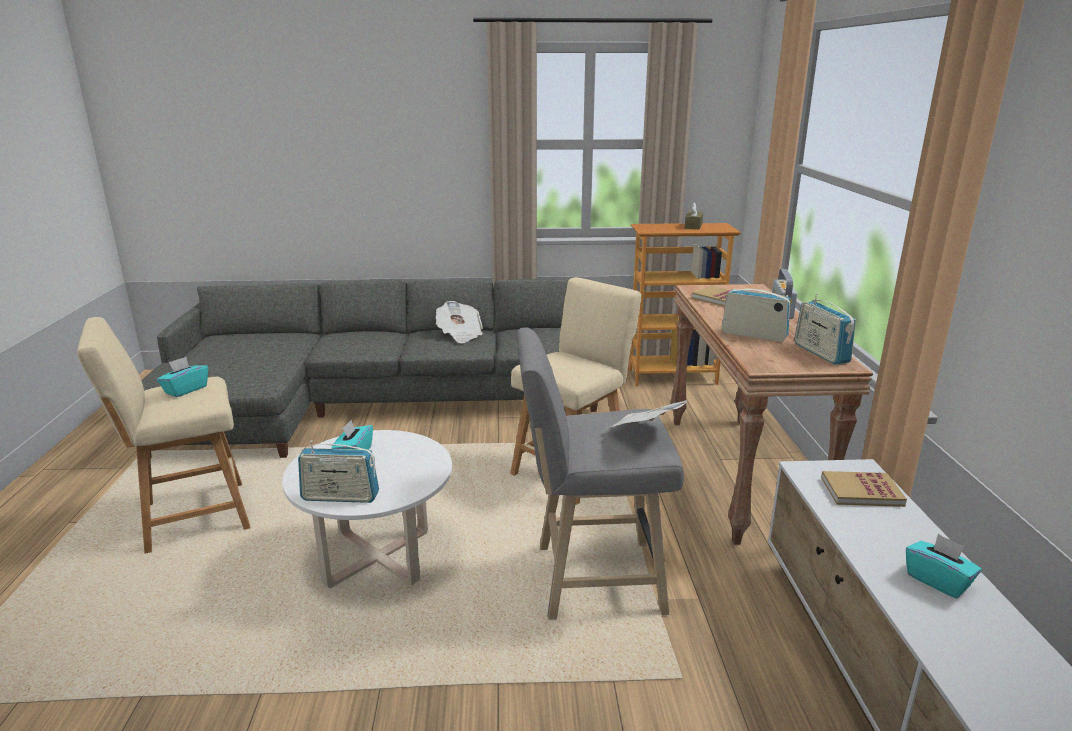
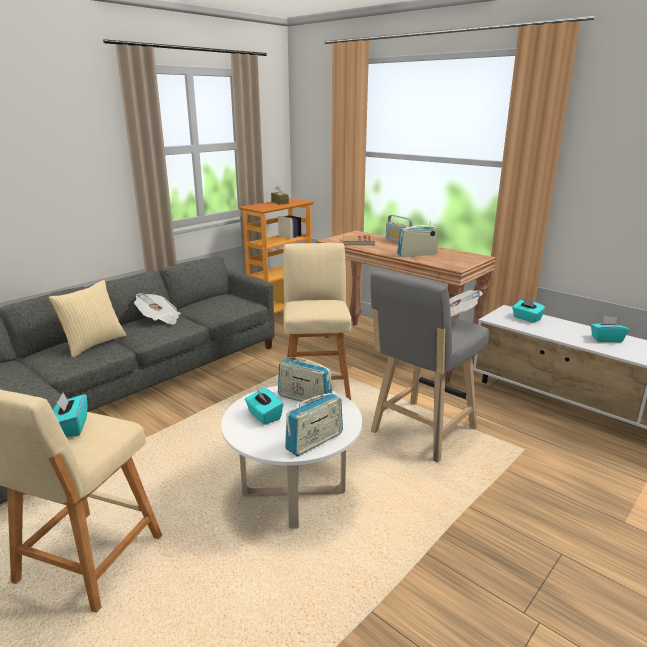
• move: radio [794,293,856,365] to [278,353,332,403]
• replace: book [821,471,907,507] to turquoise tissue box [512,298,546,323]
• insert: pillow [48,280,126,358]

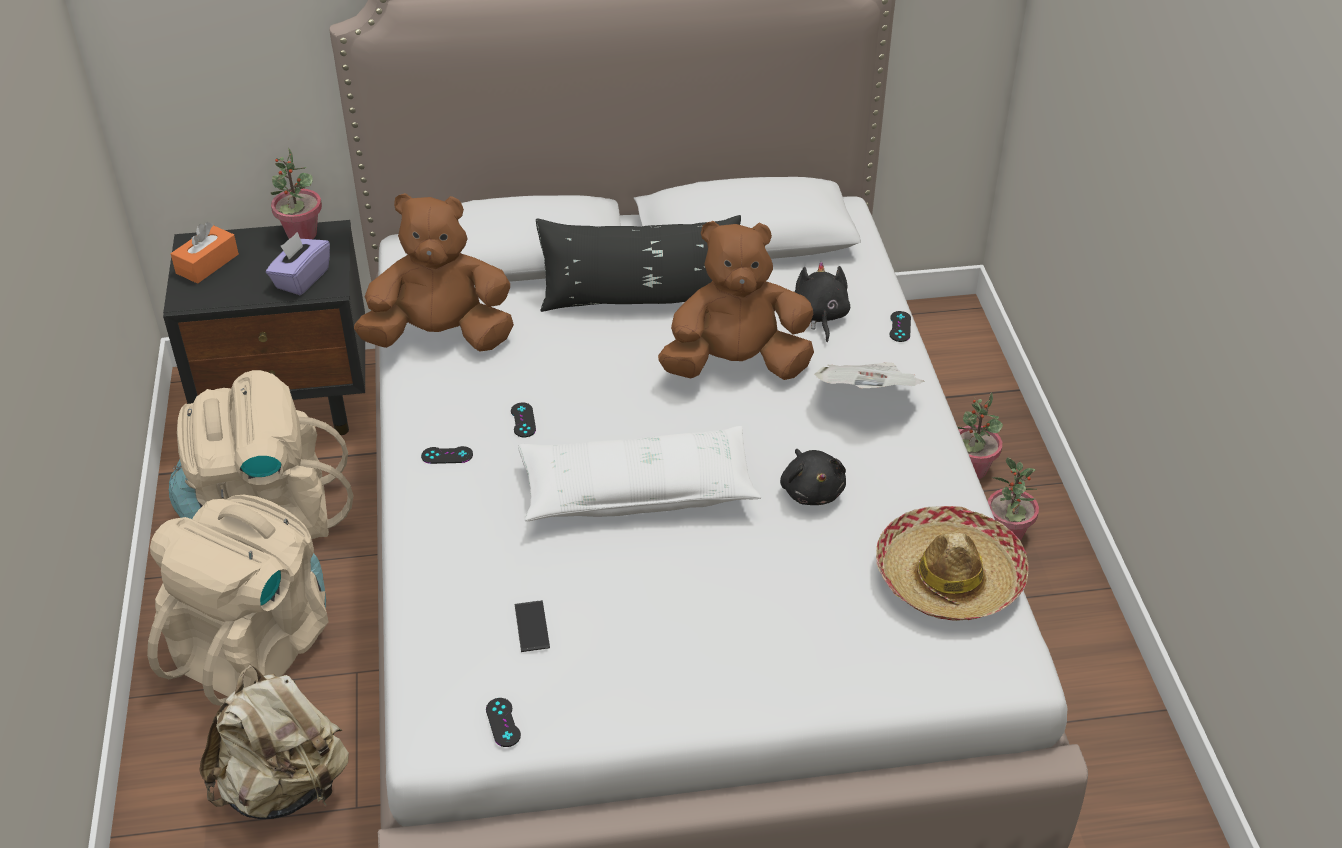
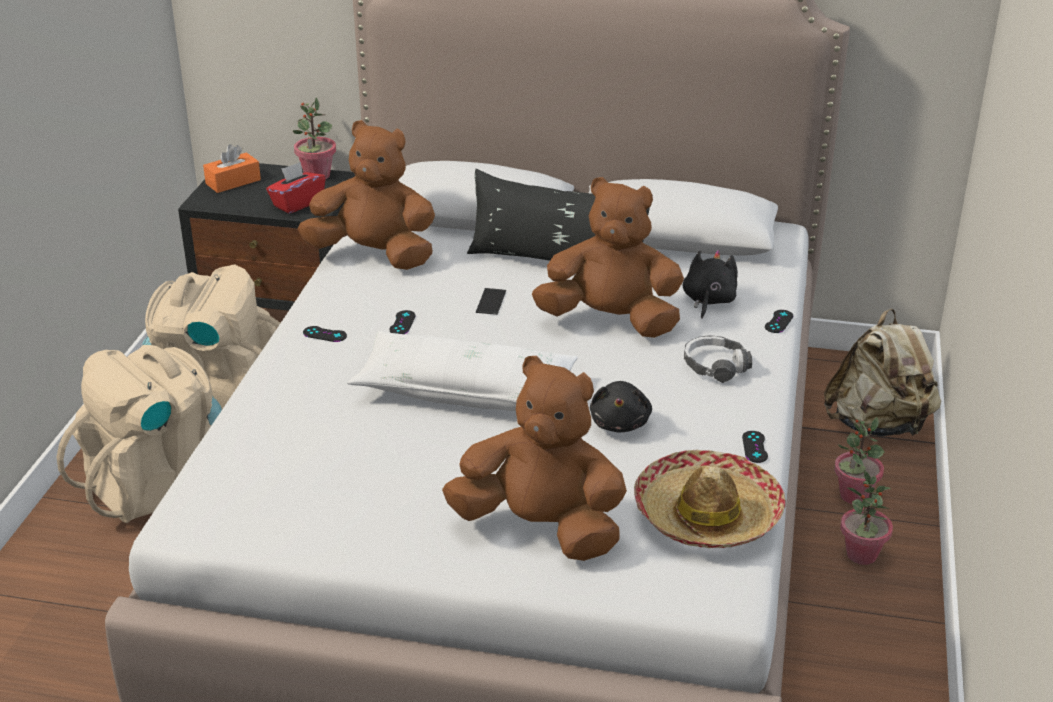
• move: beige backpack [199,665,349,819] to [824,309,941,437]
• recolor: purple tissue box [266,232,330,295] to red tissue box [266,162,326,214]
• move: black game controller [486,698,521,747] to [742,431,768,463]
• move: phone [515,600,550,652] to [476,288,506,315]
• replace: newspaper [815,362,925,388] to headphones [684,335,752,383]
• insert: brown plush toy [442,356,627,561]

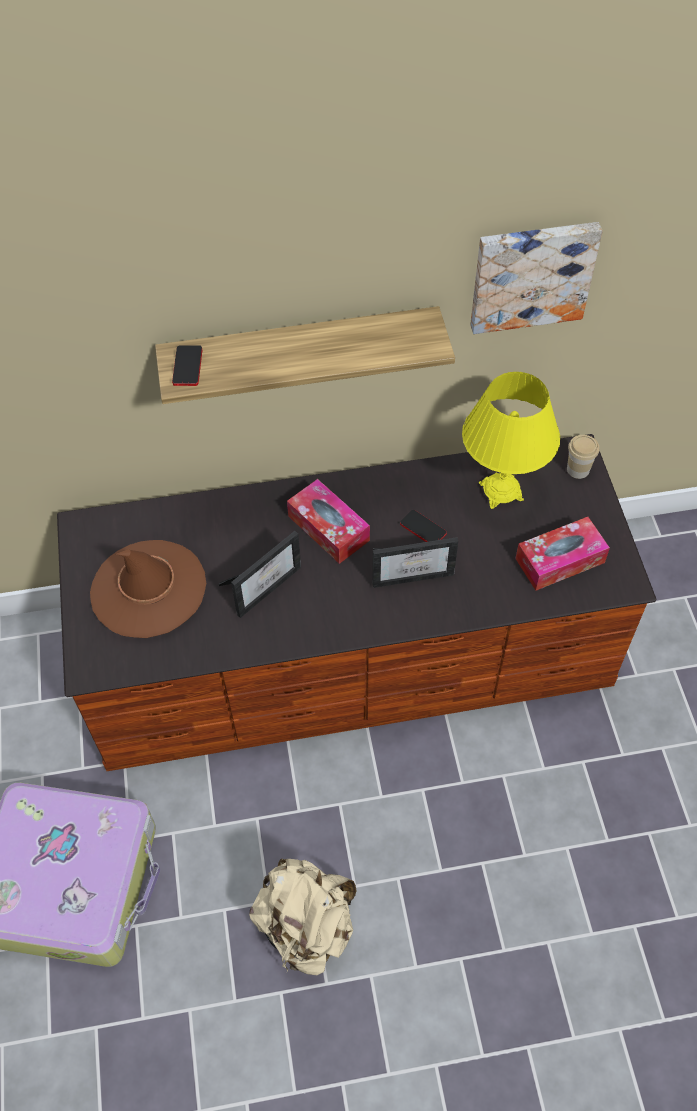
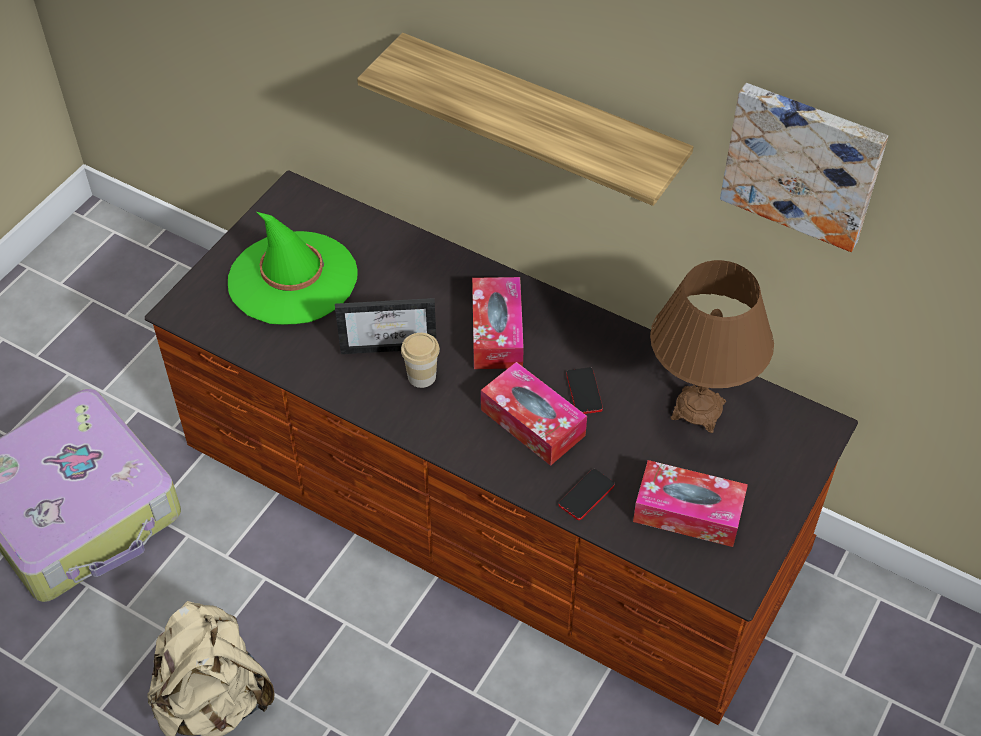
• recolor: brown hat [90,540,206,638] to green hat [228,212,358,325]
• move: phone [172,345,202,386] to [559,469,615,520]
• replace: picture frame [372,537,458,588] to tissue box [481,362,587,466]
• recolor: yellow table lamp [462,372,560,509] to brown table lamp [650,260,774,433]
• move: cup [567,435,599,479] to [401,333,440,388]

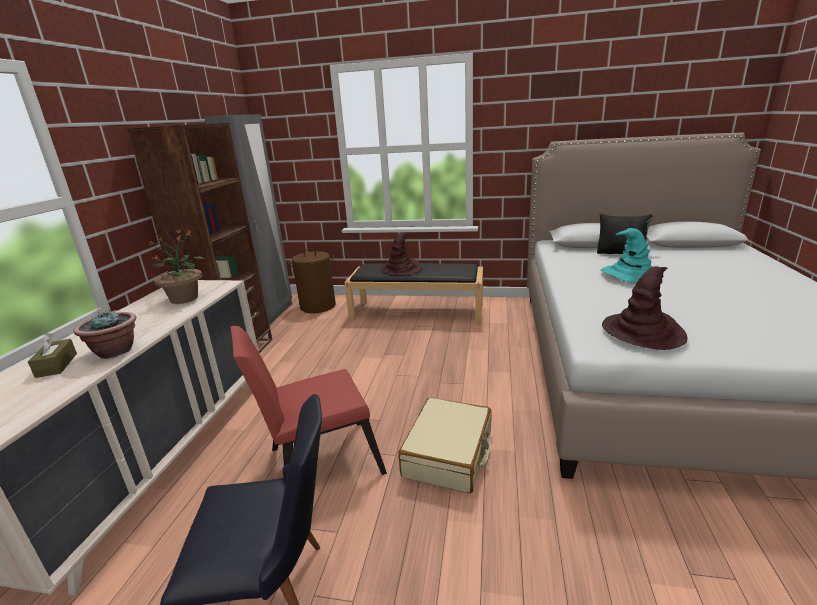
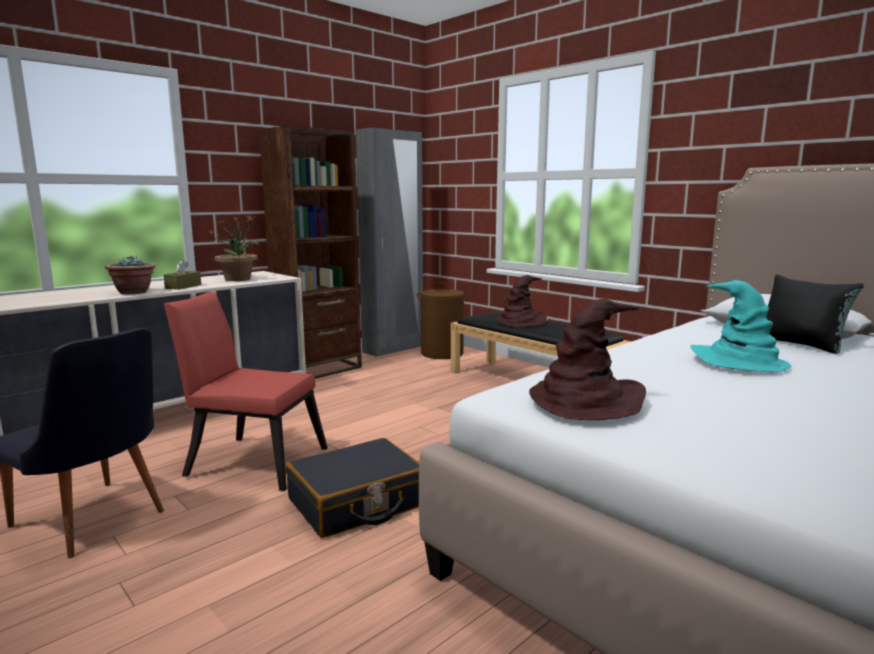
• move: brown tissue box [28,333,77,378] to [164,259,201,290]
• recolor: beige suitcase [398,397,492,494] to black suitcase [286,438,419,538]

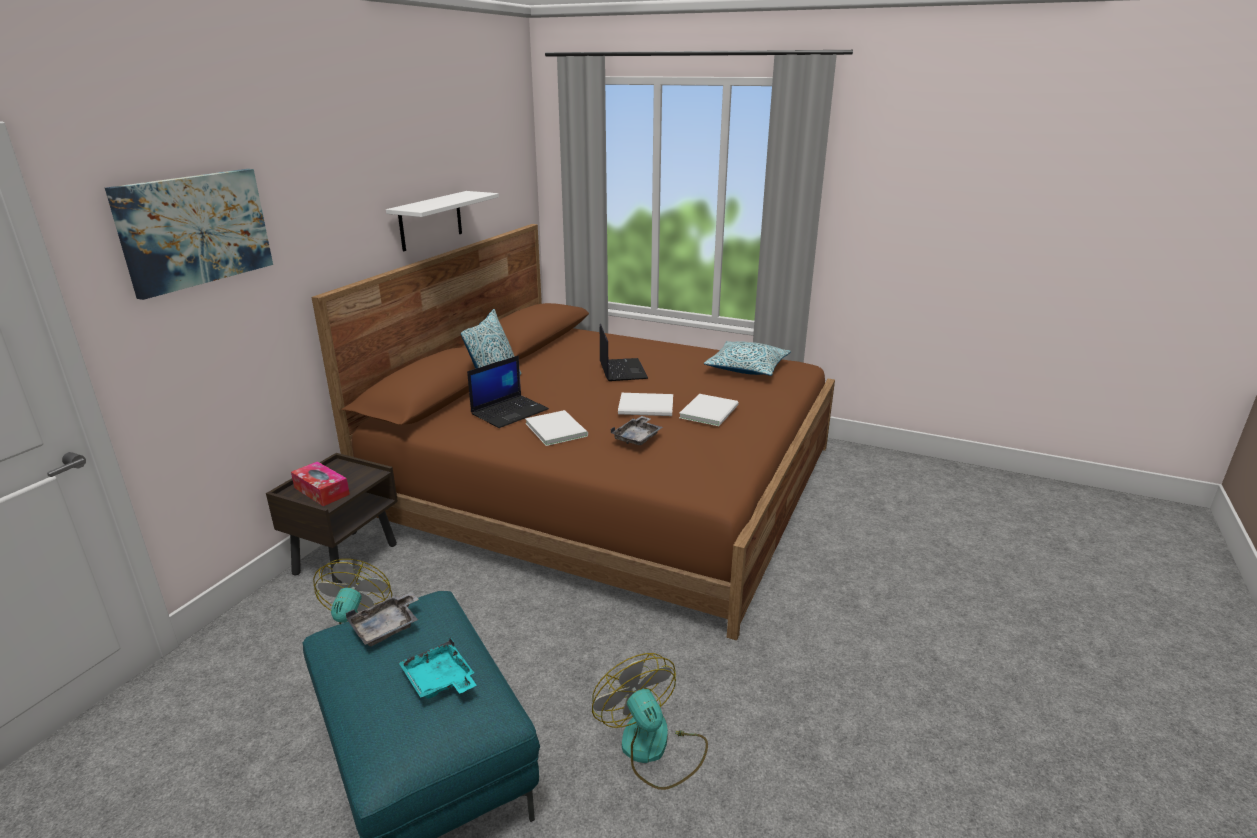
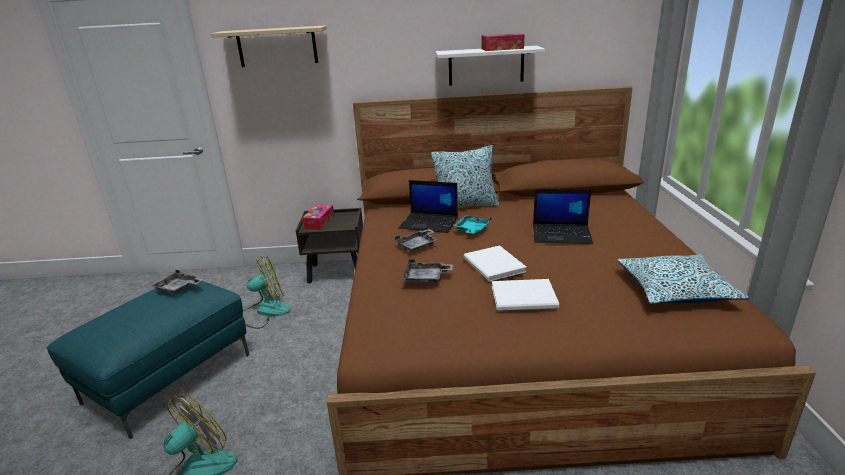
• replace: picture [105,169,273,300] to beige shelf [211,25,327,67]
• move: turquoise tray [399,637,476,699] to [453,215,491,234]
• replace: white book [525,410,588,446] to grey tray [395,229,438,252]
• rotate: laptop [600,324,648,381] = [533,189,593,244] 45 degrees clockwise
• insert: tissue box [482,33,525,51]

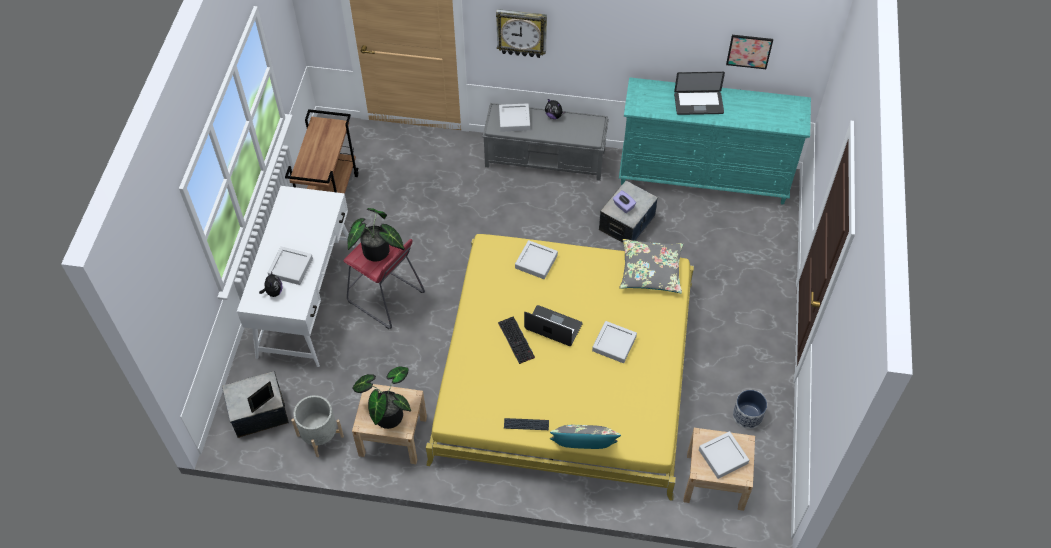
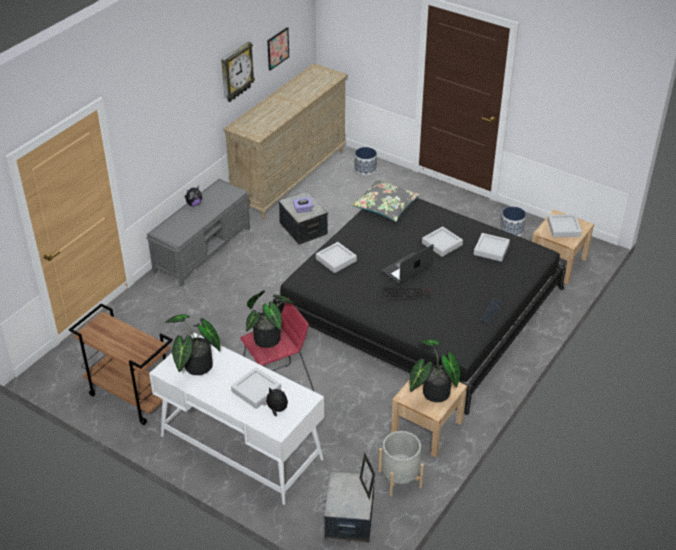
• recolor: yellow bed [426,234,694,501] to black bed [273,198,566,416]
• move: wall clock [496,9,547,58] to [221,42,255,102]
• move: grey tray [499,103,530,132] to [474,233,510,262]
• delete: grey pillow [550,425,621,449]
• recolor: turquoise dresser [619,77,811,205] to beige dresser [223,63,348,220]
• delete: laptop [674,72,725,115]
• insert: potted plant [165,314,220,375]
• insert: planter [355,147,377,175]

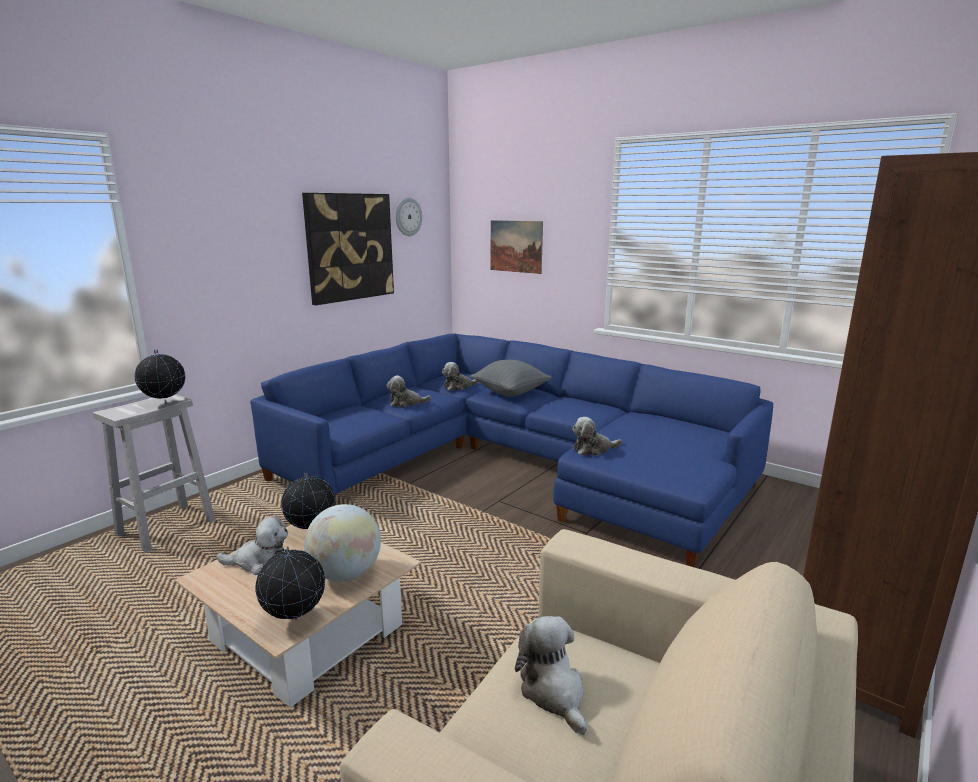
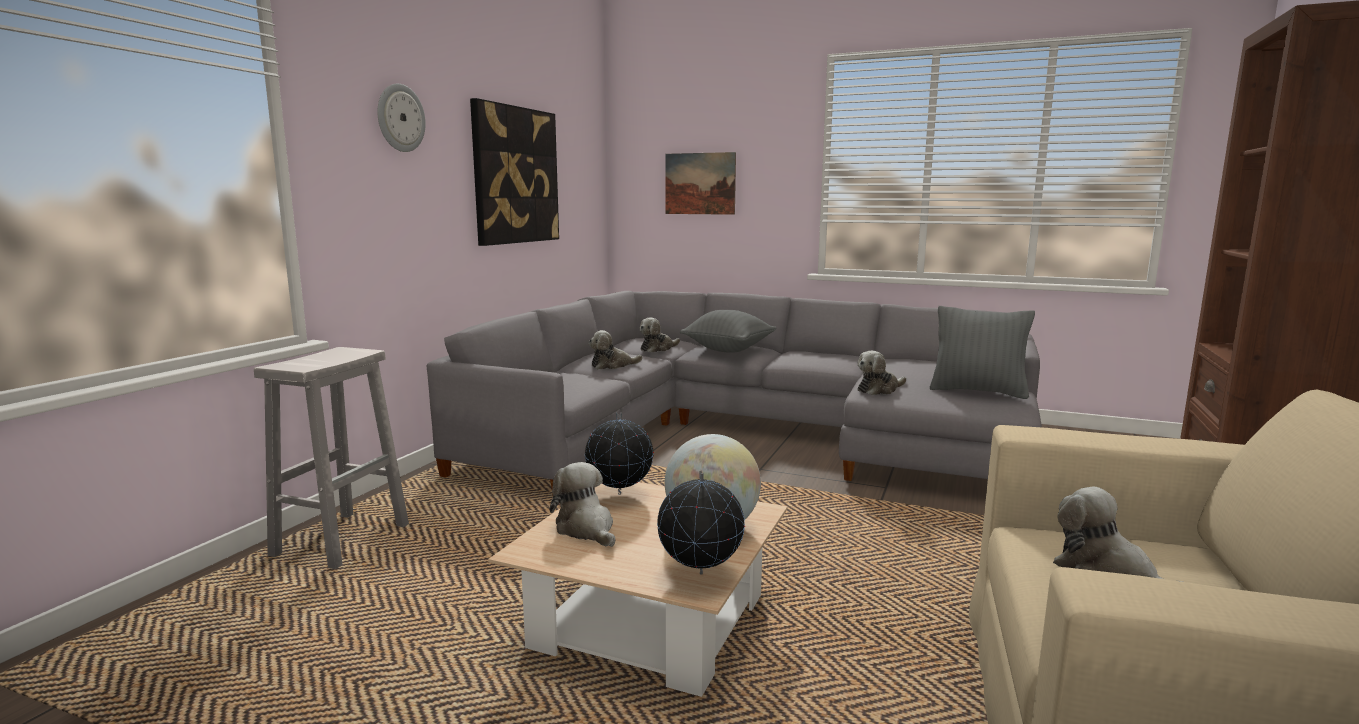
• delete: globe [135,349,185,404]
• rotate: plush toy [216,516,288,575] = [550,462,615,547] 105 degrees counterclockwise
• recolor: blue sofa [250,334,773,567] to grey sofa [426,291,1042,494]
• move: wall clock [396,198,422,236] to [377,84,426,152]
• insert: grey pillow [930,306,1035,399]

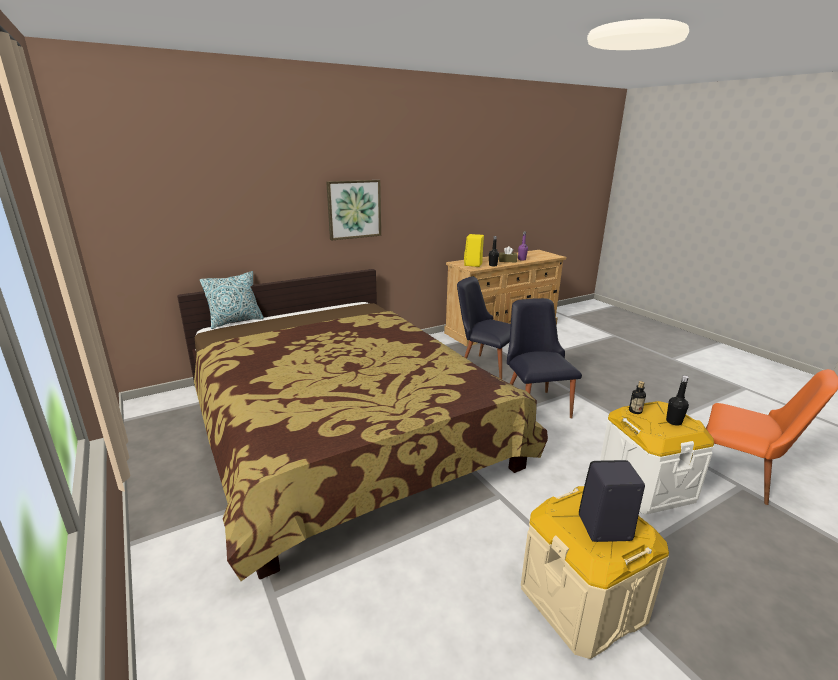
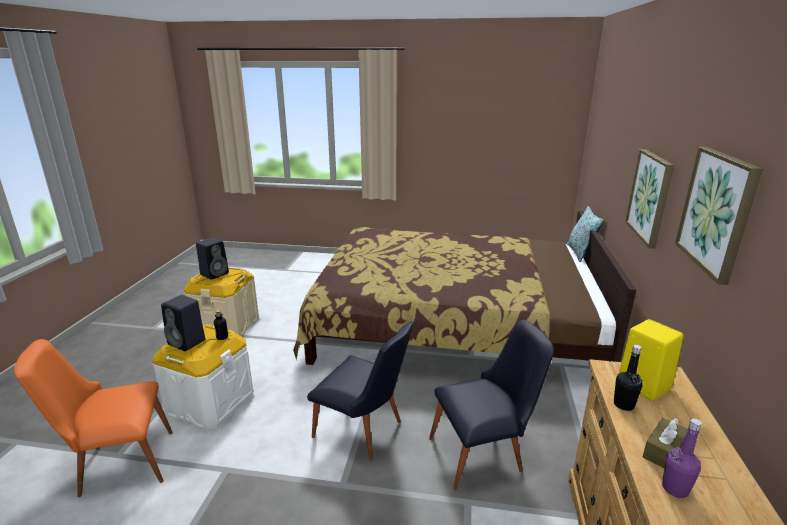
• replace: black bottle [666,375,689,426] to black speaker [161,295,205,351]
• insert: picture [675,147,763,285]

